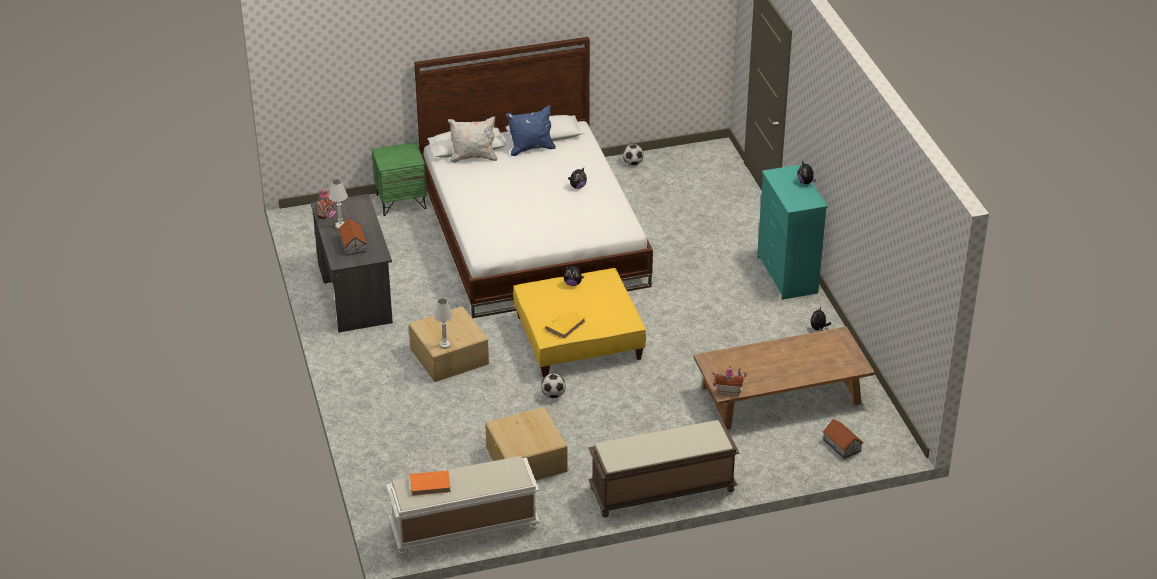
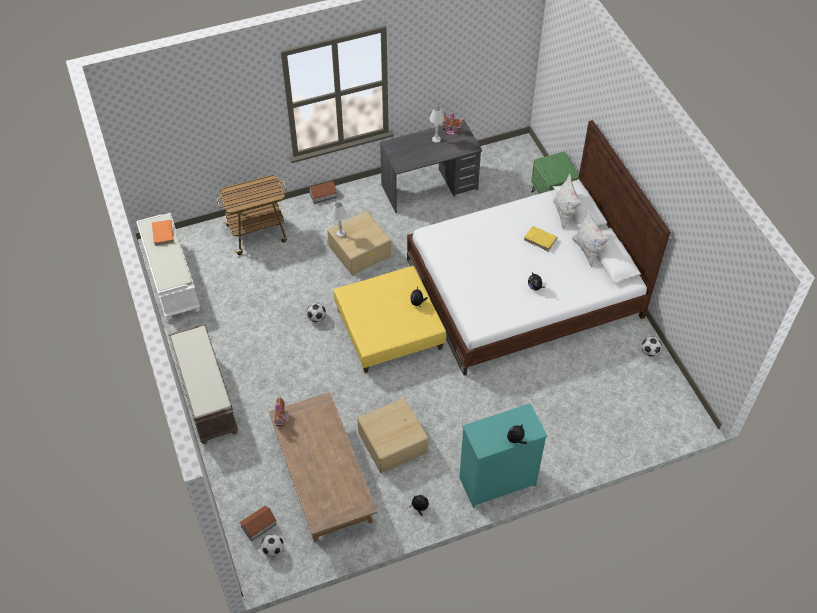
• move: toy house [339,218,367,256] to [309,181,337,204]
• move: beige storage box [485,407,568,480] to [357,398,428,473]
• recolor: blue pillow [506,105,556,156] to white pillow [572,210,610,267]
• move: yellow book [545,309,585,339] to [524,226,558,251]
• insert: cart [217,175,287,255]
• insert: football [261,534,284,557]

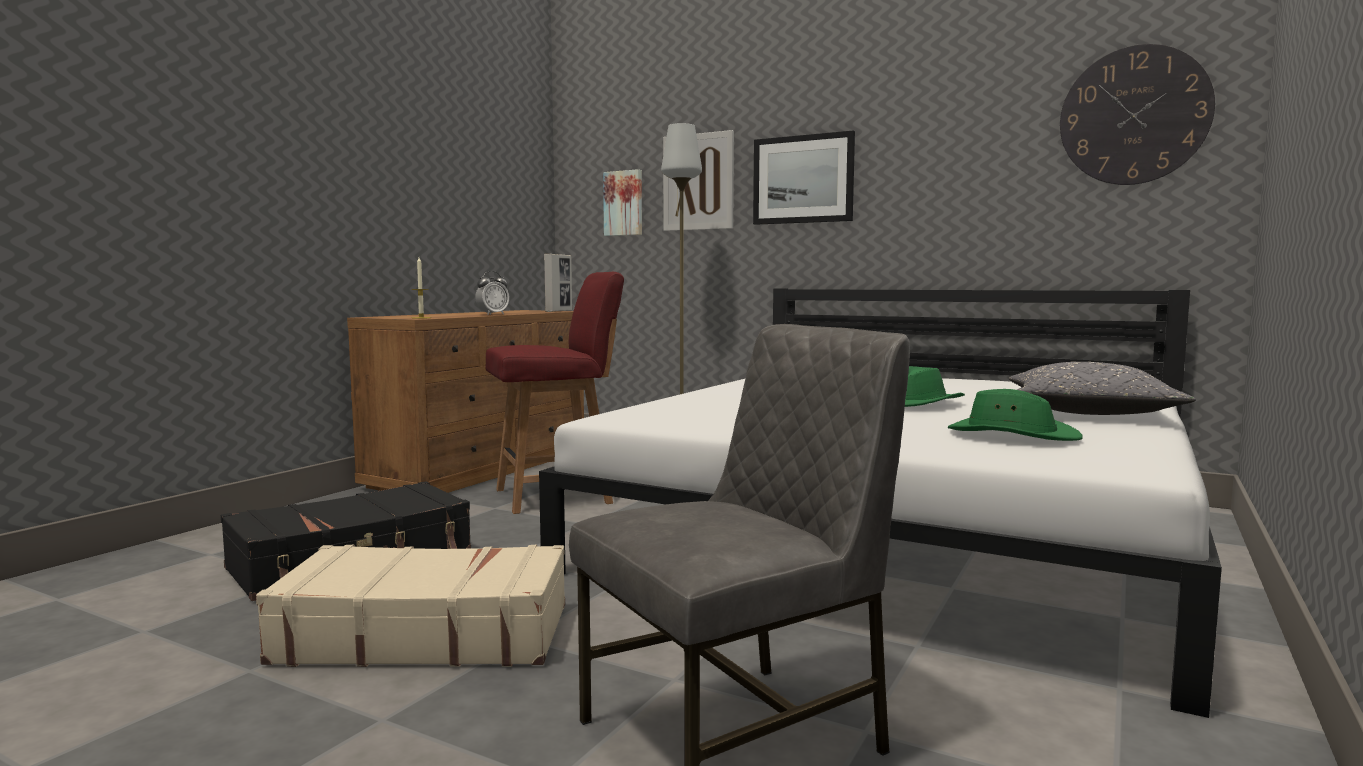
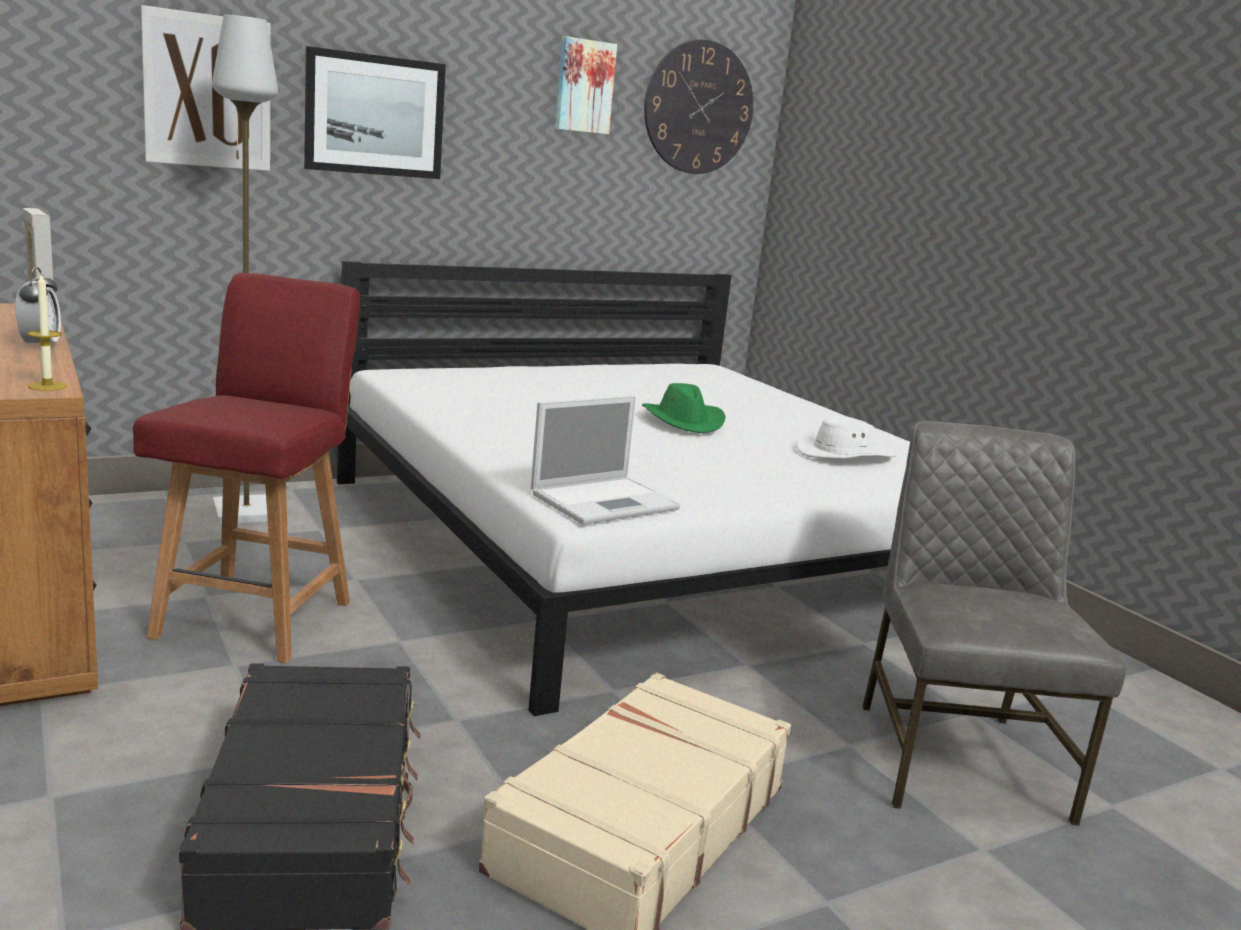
• move: picture [603,169,642,236] to [555,36,617,134]
• recolor: green hat [948,389,1083,441] to white hat [796,416,897,459]
• delete: grey pillow [1009,362,1196,415]
• insert: laptop [531,395,680,525]

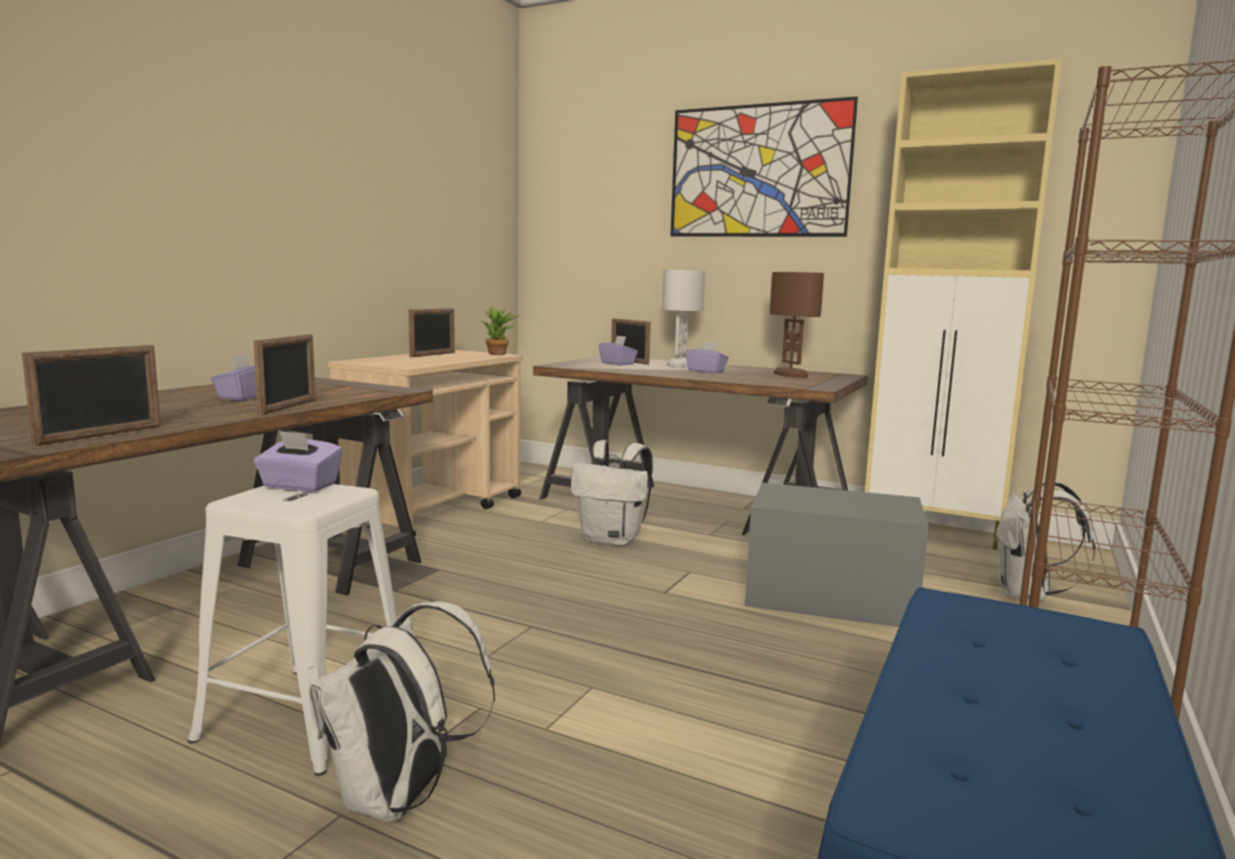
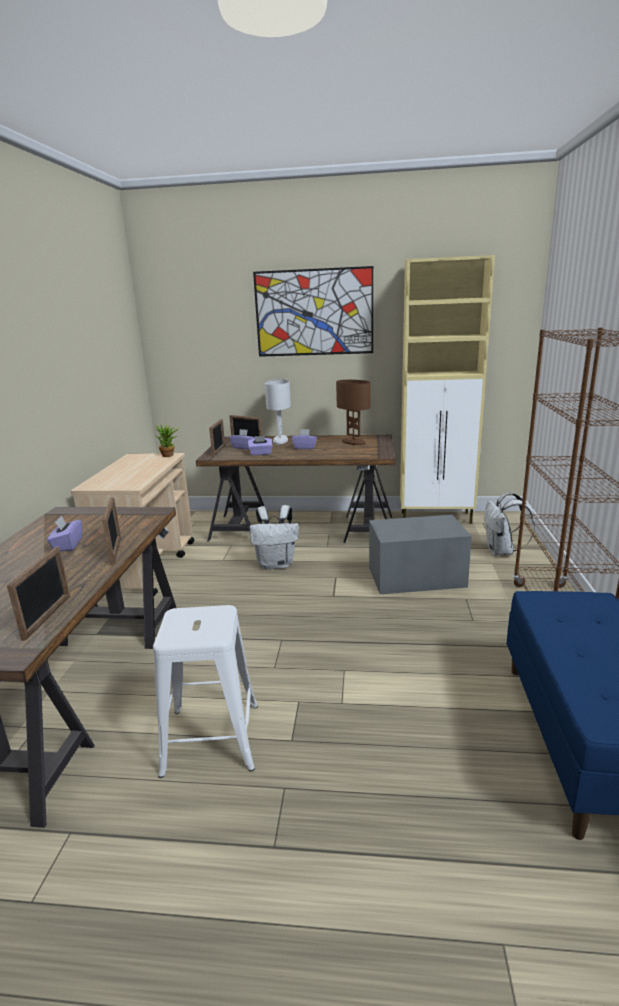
• move: purple tissue box [254,430,343,492] to [248,436,273,456]
• delete: white backpack [308,601,495,822]
• move: picture frame [409,308,455,357] to [209,419,225,457]

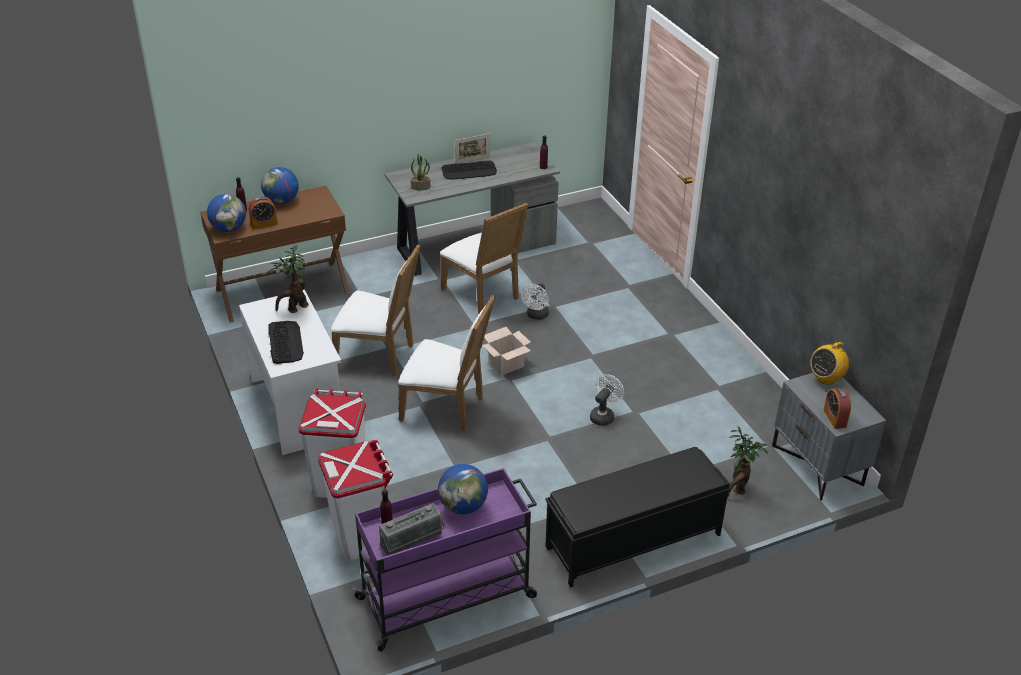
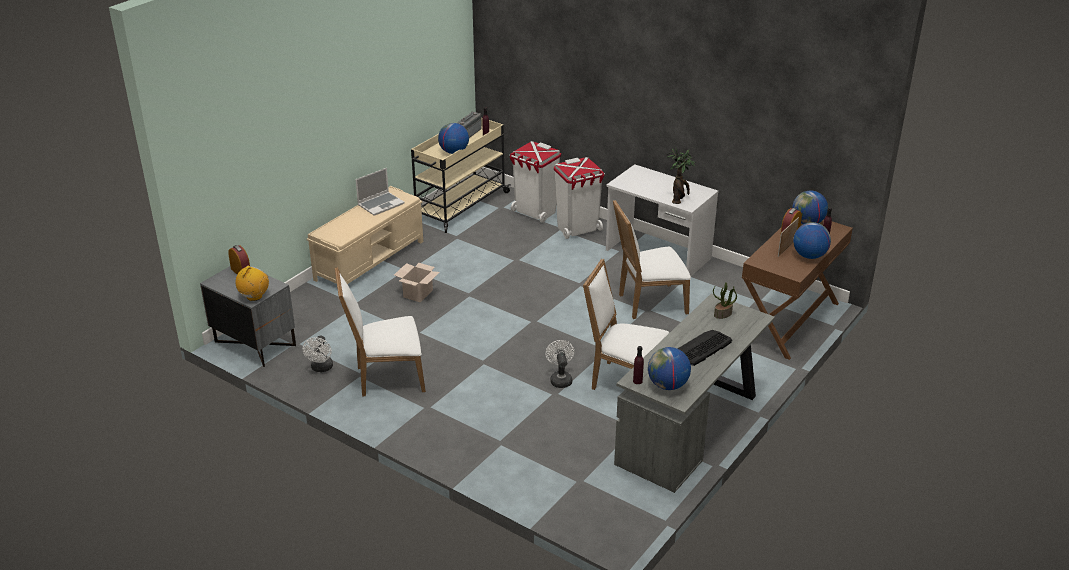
• delete: keyboard [268,321,304,364]
• recolor: purple cart [352,468,537,652] to beige cart [411,118,511,233]
• move: white chair [398,295,496,431] to [335,267,426,397]
• move: picture frame [455,133,490,164] to [778,217,799,257]
• move: cardboard box [482,327,531,376] to [394,263,440,303]
• recolor: black bench [545,447,731,587] to beige bench [307,186,423,284]
• move: white fan [590,374,624,426] to [303,335,333,372]
• delete: potted plant [727,426,768,498]
• insert: laptop [355,168,405,216]
• insert: globe [648,347,691,390]

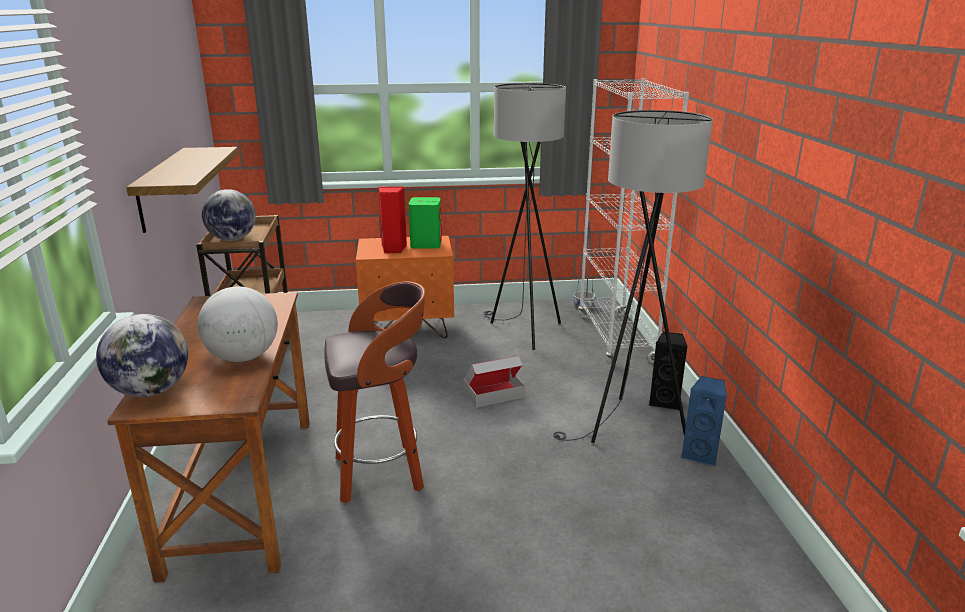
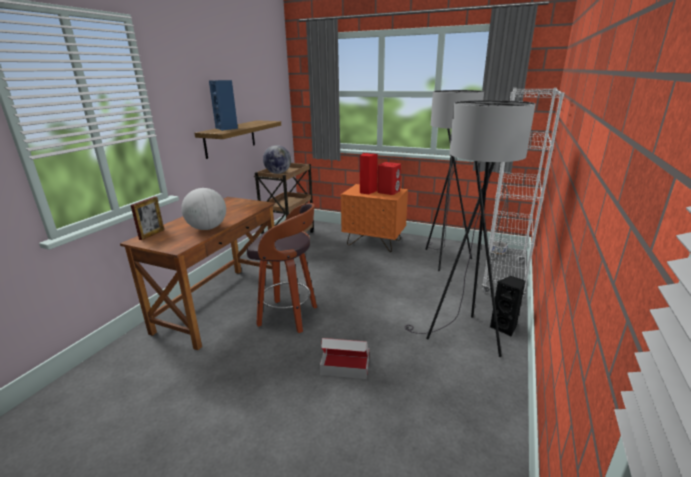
• replace: globe [96,314,188,397] to picture frame [131,197,164,240]
• recolor: green speaker [409,197,442,249] to red speaker [377,162,401,195]
• move: cardboard box [463,356,525,408] to [320,338,369,379]
• move: blue speaker [681,376,727,466] to [209,80,238,131]

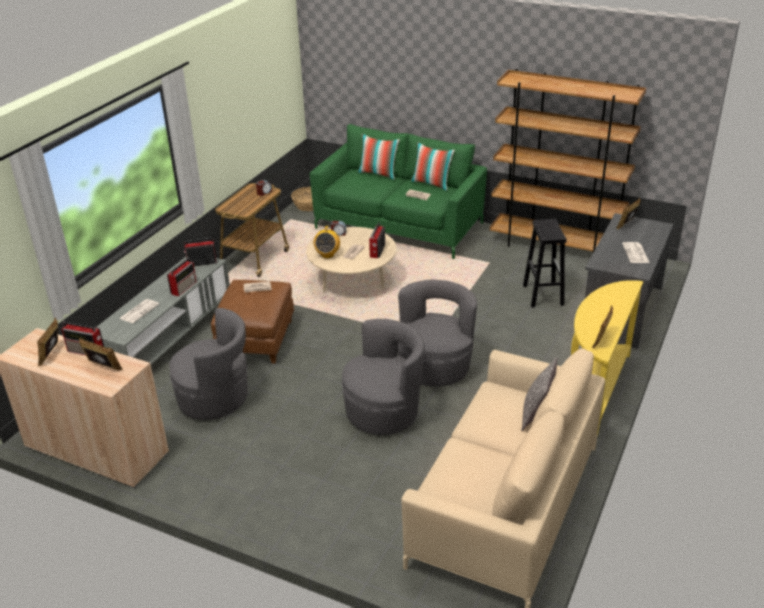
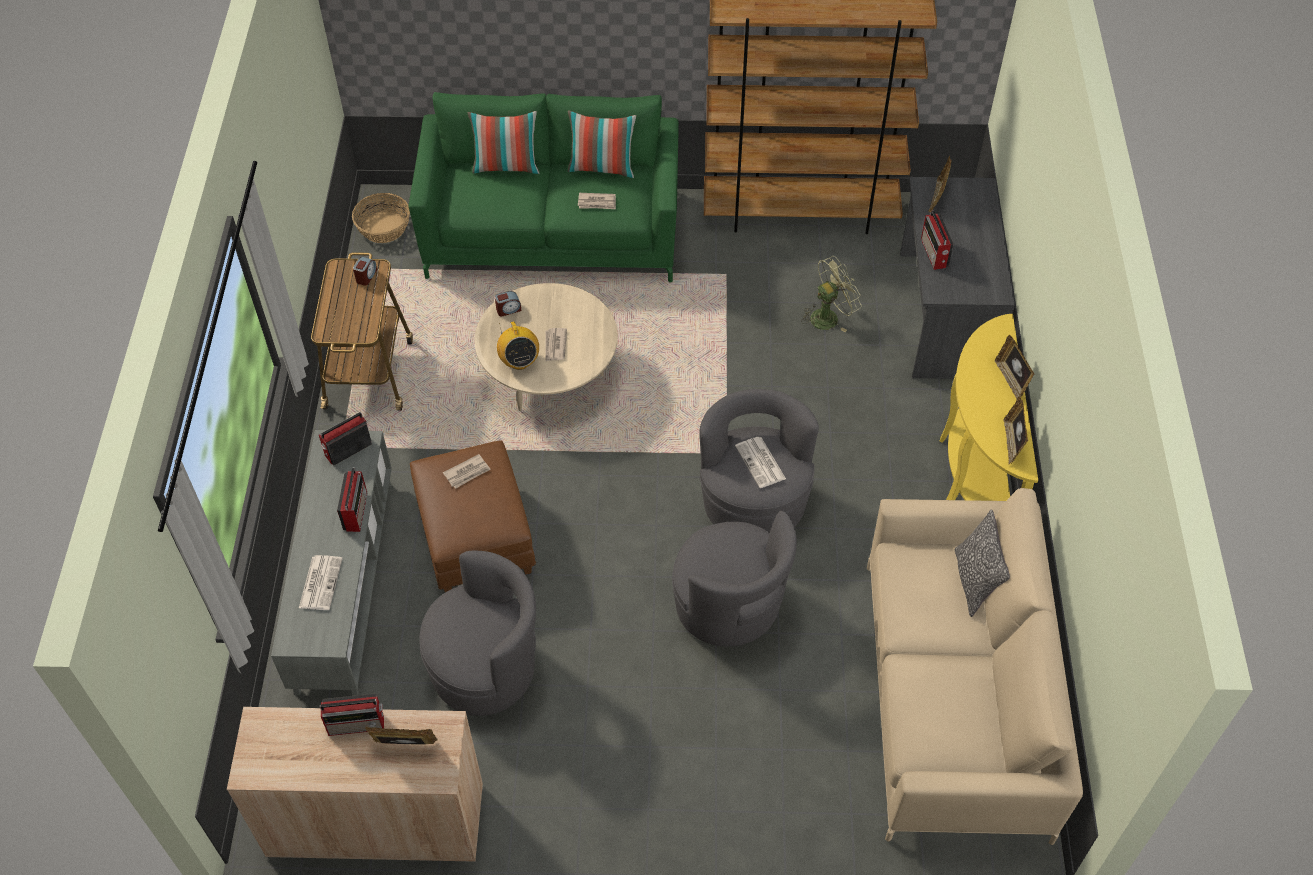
• move: picture frame [37,317,58,366] to [995,335,1034,399]
• rotate: grey armchair [342,319,424,435] = [672,511,797,647] 105 degrees clockwise
• move: radio [369,223,385,258] to [921,210,954,270]
• replace: black stool [523,219,567,308] to green fan [801,256,862,332]
• move: newspaper [622,242,650,263] to [735,437,786,488]

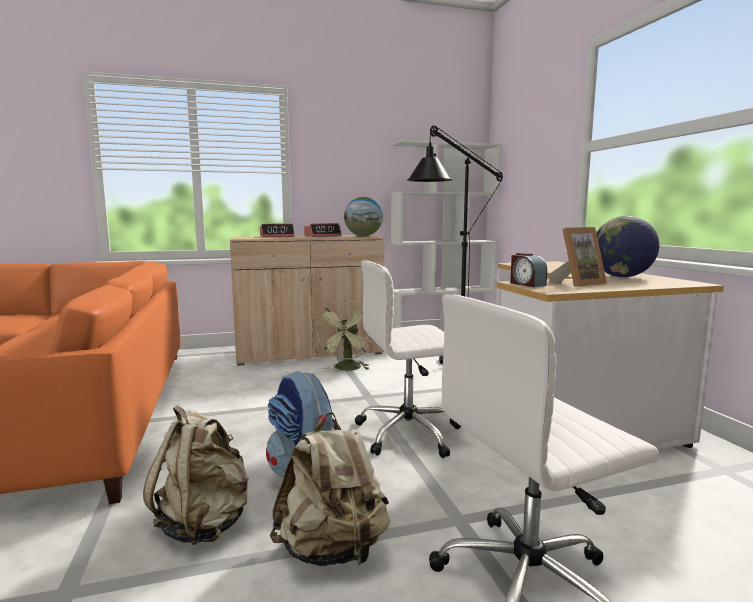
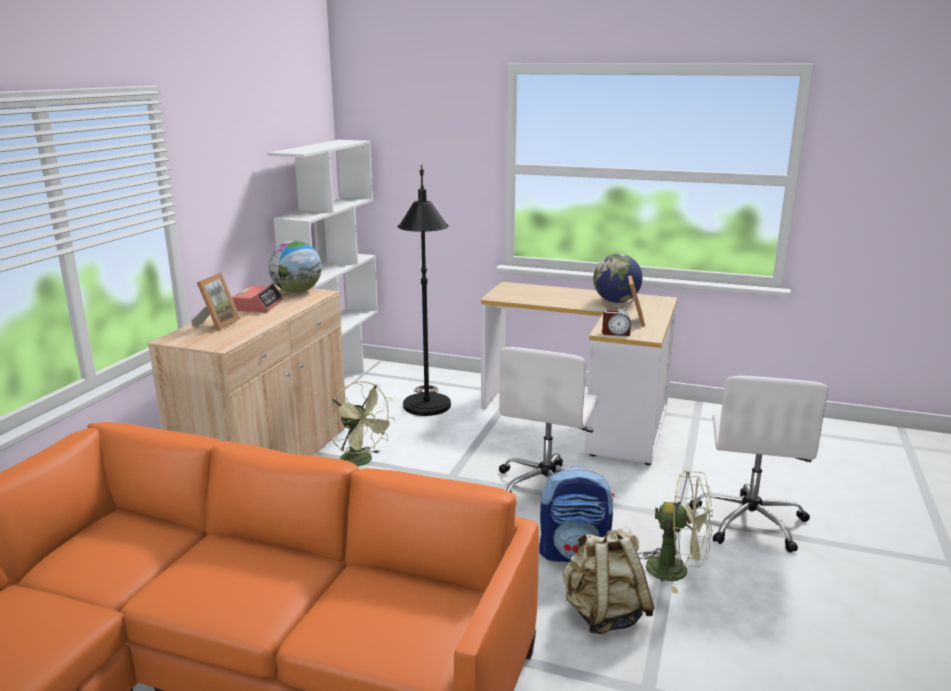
• replace: alarm clock [260,224,295,237] to picture frame [191,272,241,331]
• replace: beige backpack [270,412,390,566] to green fan [638,470,713,593]

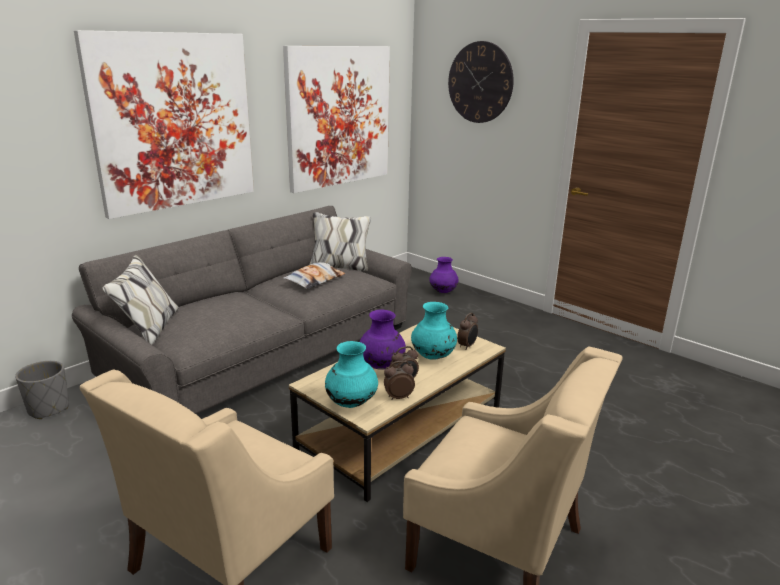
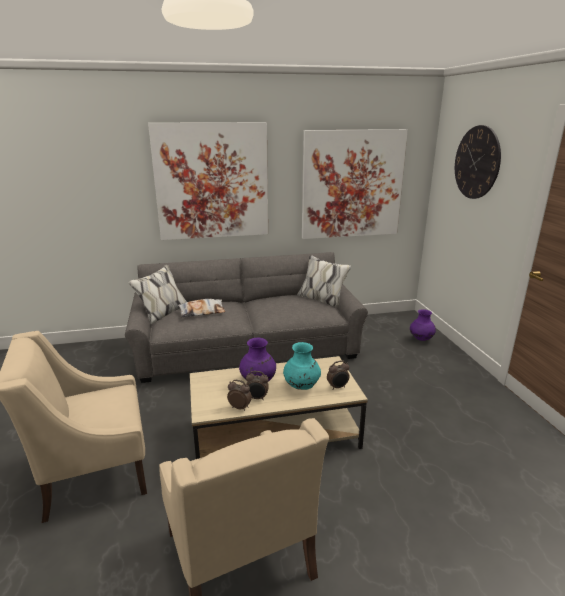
• delete: grey planter [15,361,69,419]
• move: pillow [283,262,345,289] to [178,299,226,317]
• delete: turquoise vase [325,341,378,408]

